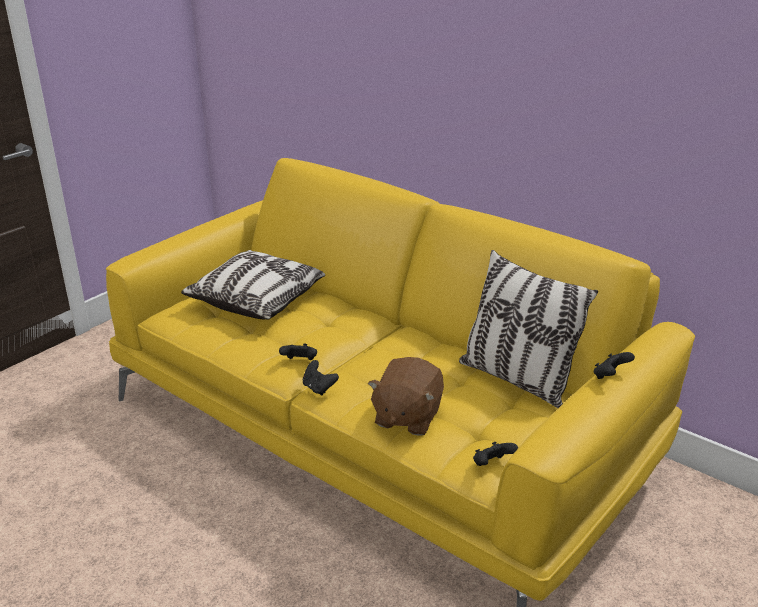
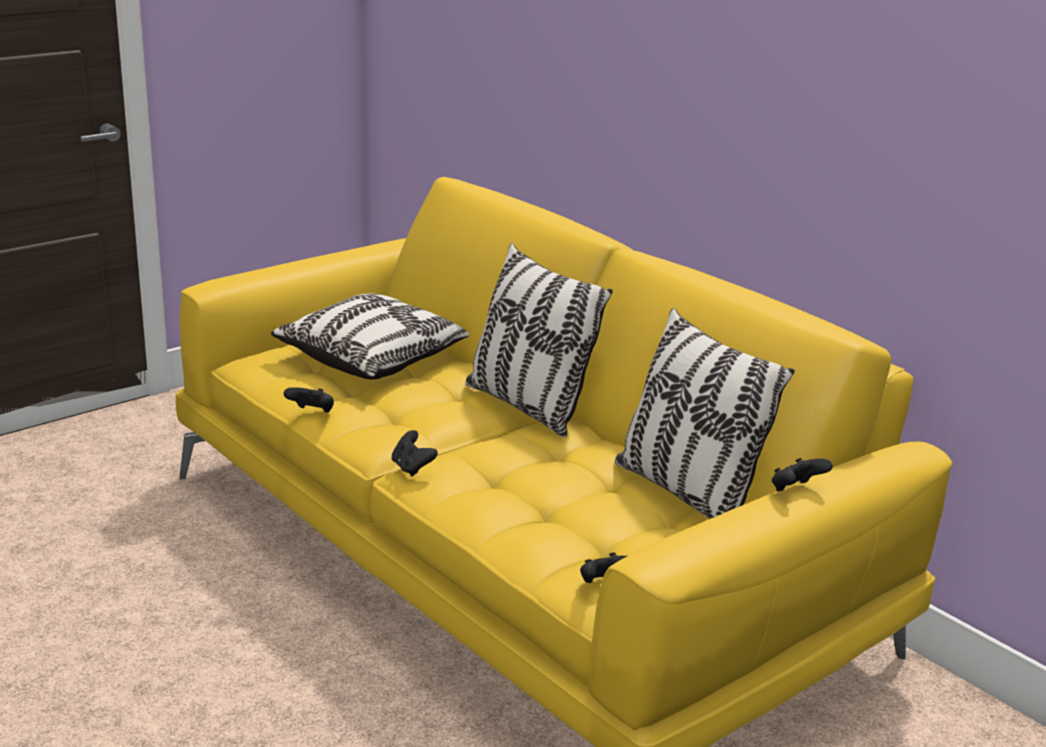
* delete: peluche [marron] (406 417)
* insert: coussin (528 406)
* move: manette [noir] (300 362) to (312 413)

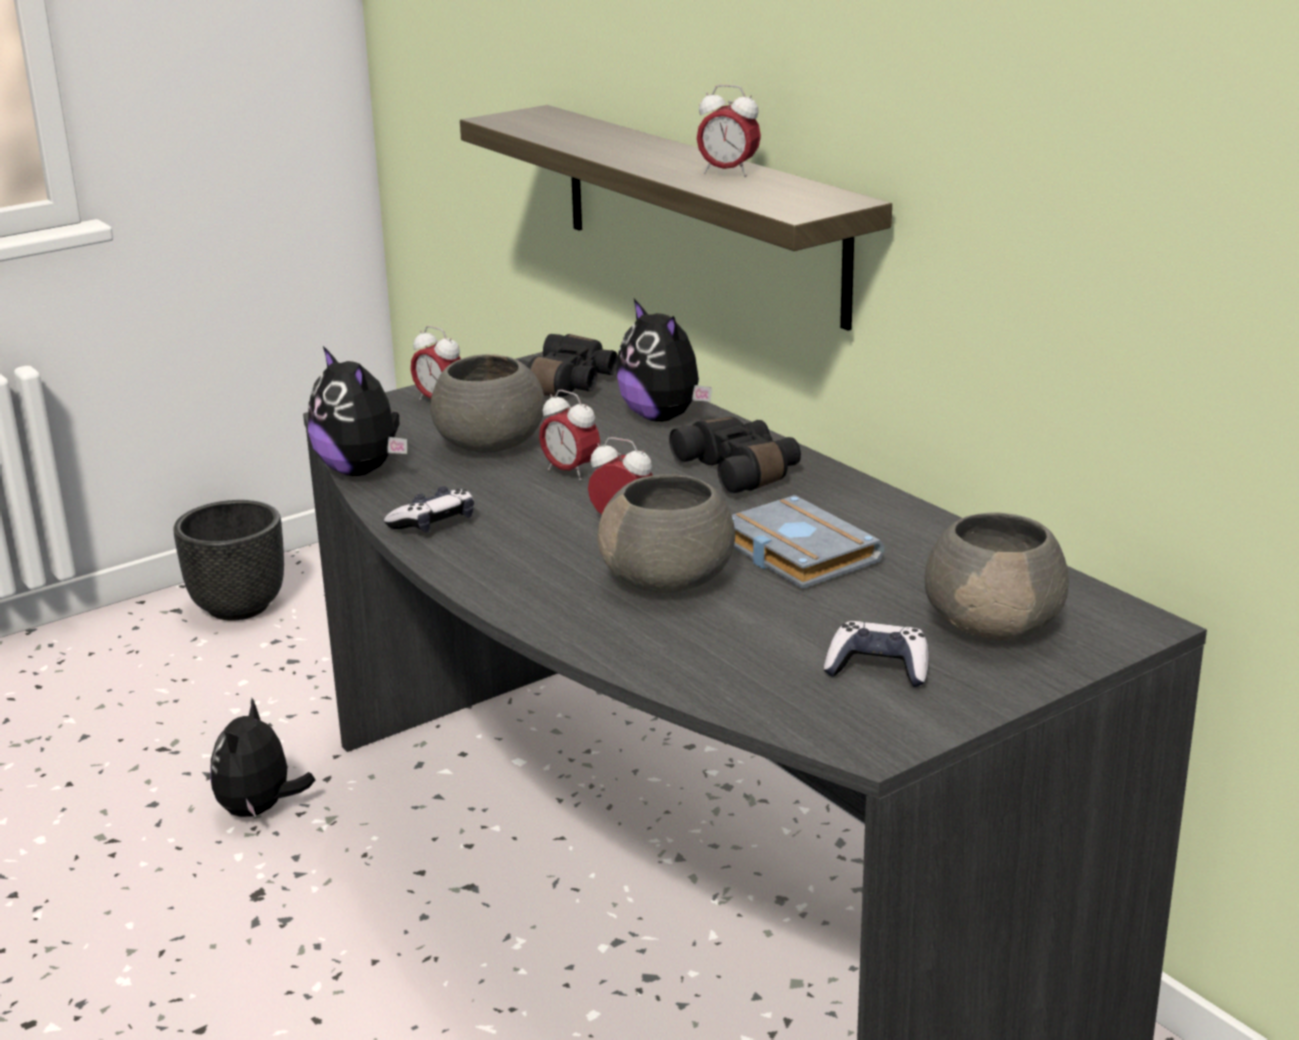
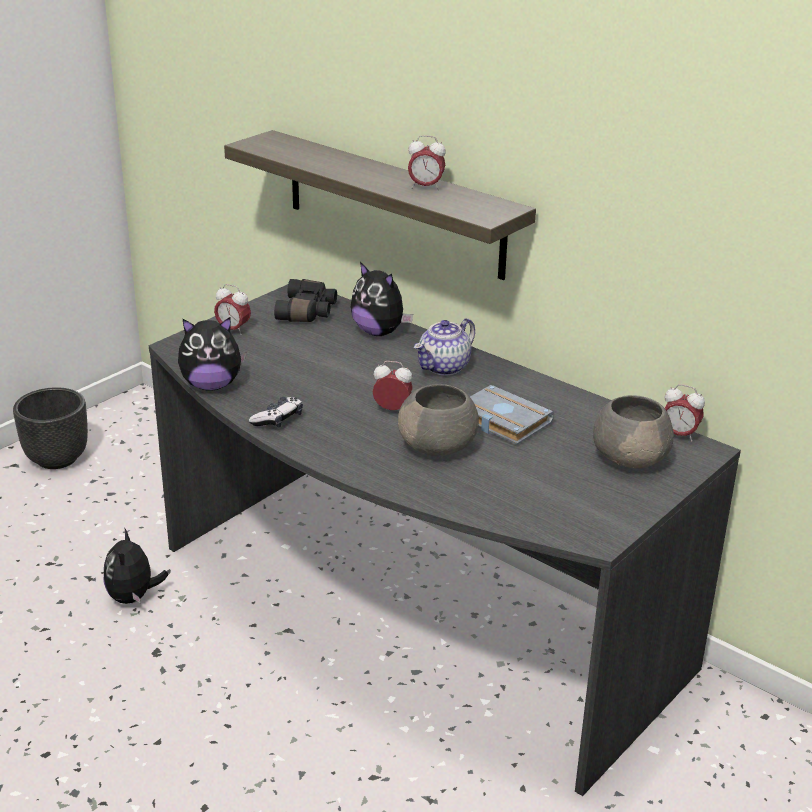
* delete: bol [gris] (488 445)
* delete: manette (878 669)
* move: réveil (570 472) to (679 435)
* replace: jumelles [noir] (741 471) to théière (444 367)
* rotate: peluche (361 470) = (211 385) 45 degrees counterclockwise

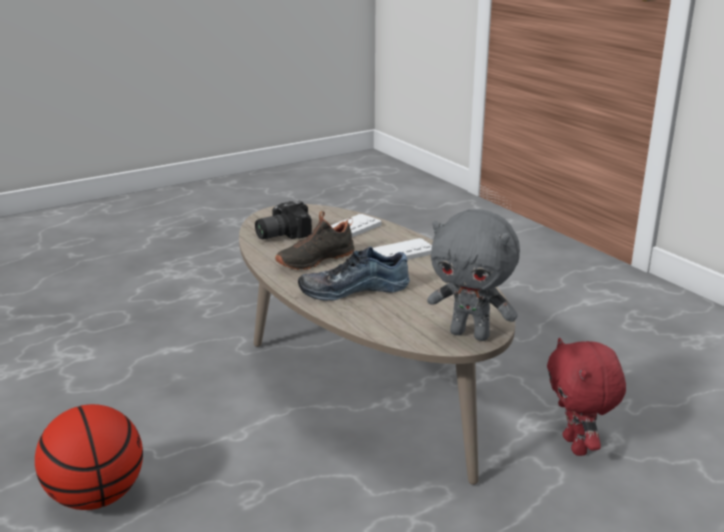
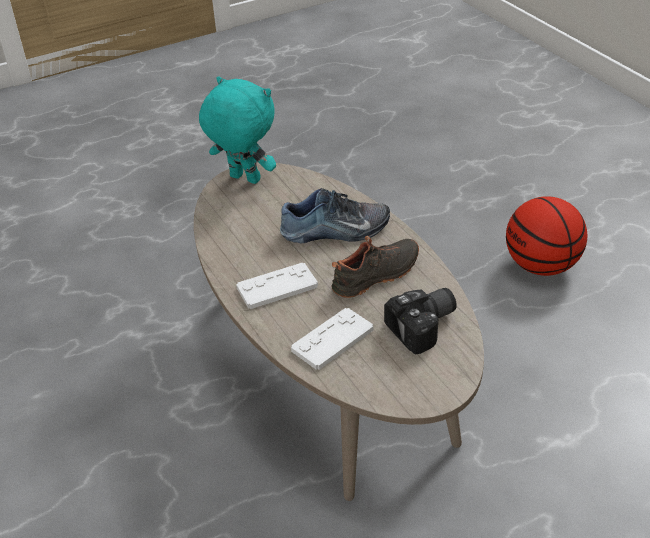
* delete: peluche [rouge] (577 446)
* recolor: peluche [gris] (471 334) to peluche [turquoise] (243 179)

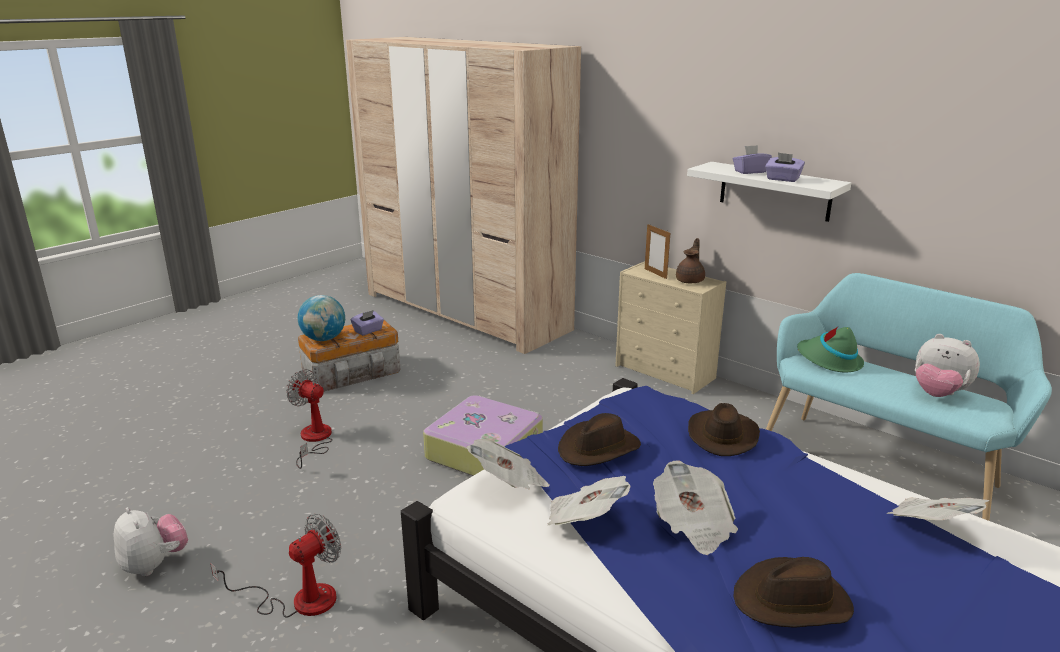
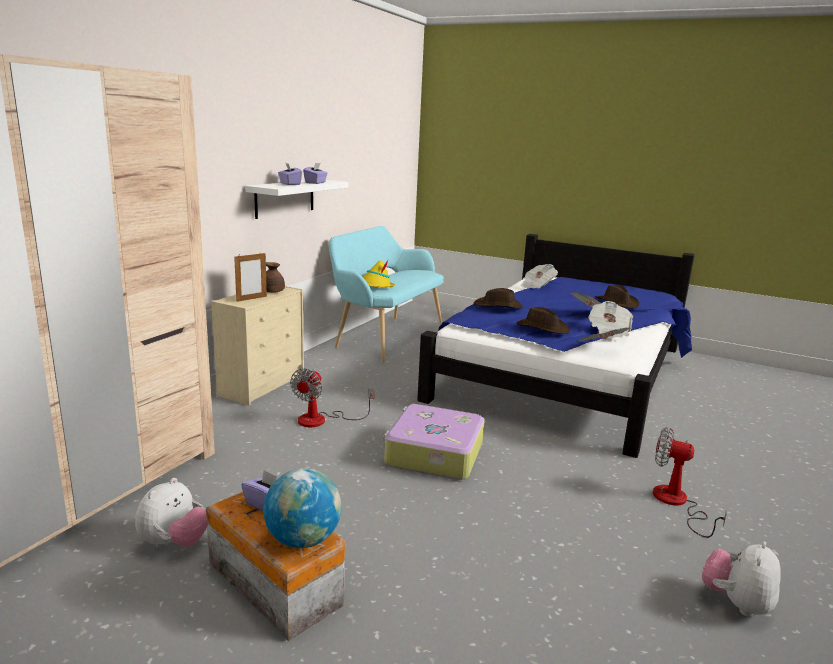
* move: ventilateur (314 440) to (322 420)
* move: peluche (938 394) to (174 543)
* recolor: chapeau [vert] (829 361) to chapeau [jaune] (375 287)

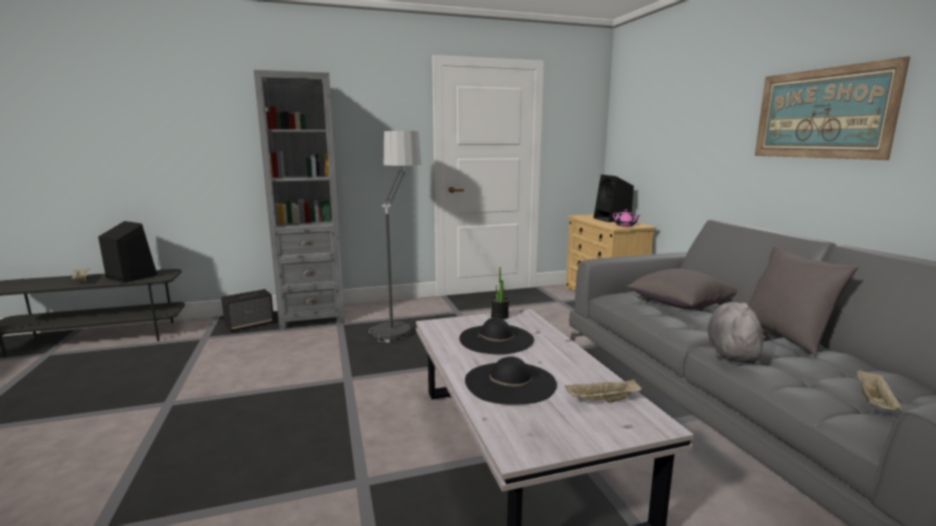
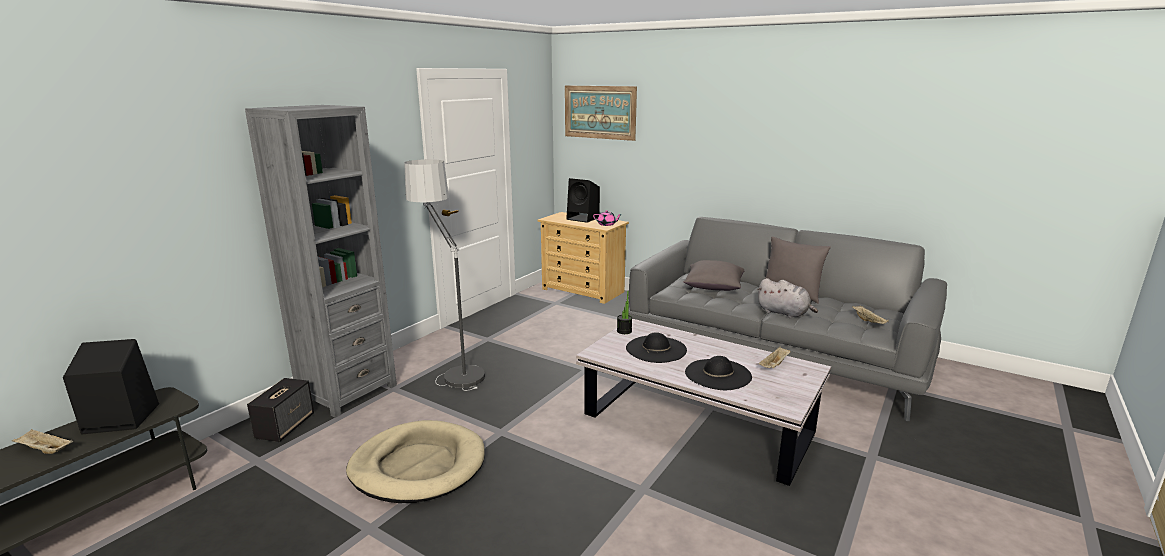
* insert: panier pour chien [beige] (418 466)
* move: tableau (821 113) to (599 112)
* rotate: peluche [gris] (731 352) = (784 313) 150 degrees clockwise

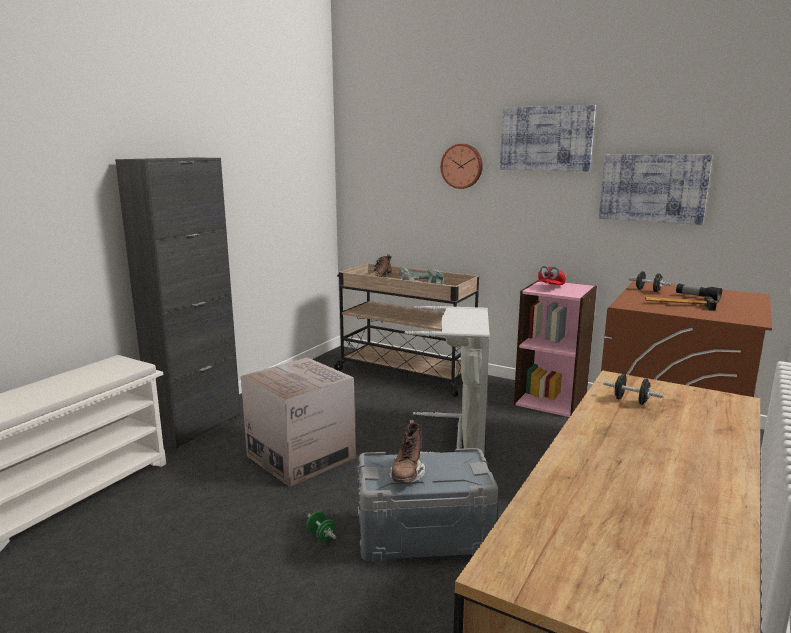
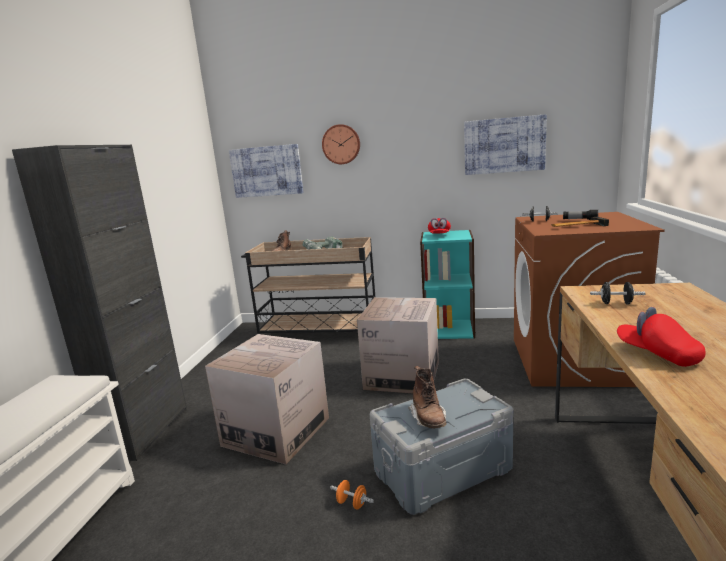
* insert: casquette [rouge] (657 354)
* move: tableau (546 138) to (266 171)
* replace: panier à linge [gris] (458 437) to carton (402 375)
* recolor: haltère [vert] (321 535) to haltère [orange] (352 503)
* recolor: bibliothèque [rose] (551 400) to bibliothèque [turquoise] (449 329)

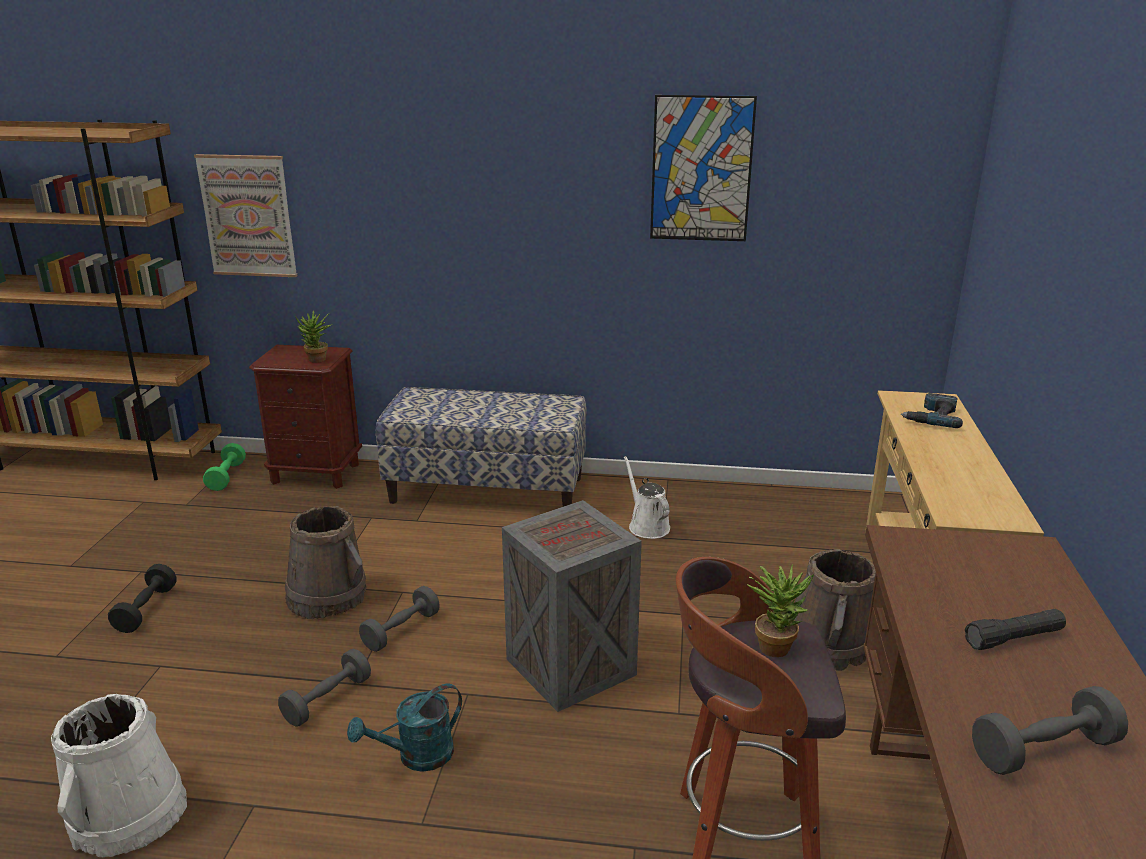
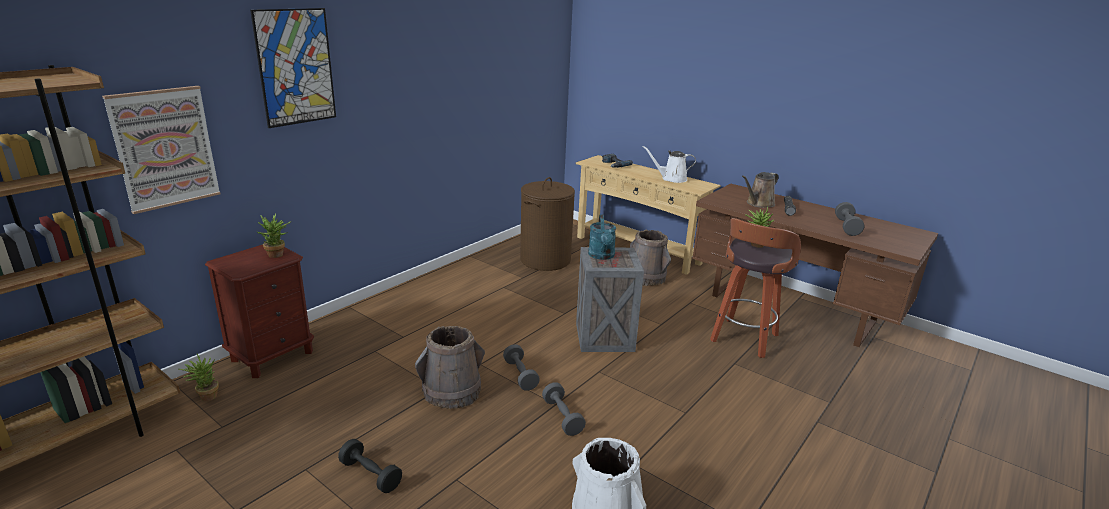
* delete: banc (487 490)
* insert: panier à linge [marron] (545 260)
* insert: arrosoir [marron] (758 204)
* move: arrosoir [turquoise] (416 757) to (602 256)
* move: arrosoir [blanc] (647 525) to (671 179)
* move: tableau (701 169) to (296 67)
* replace: haltère [vert] (226 477) to plante en pot (205 397)

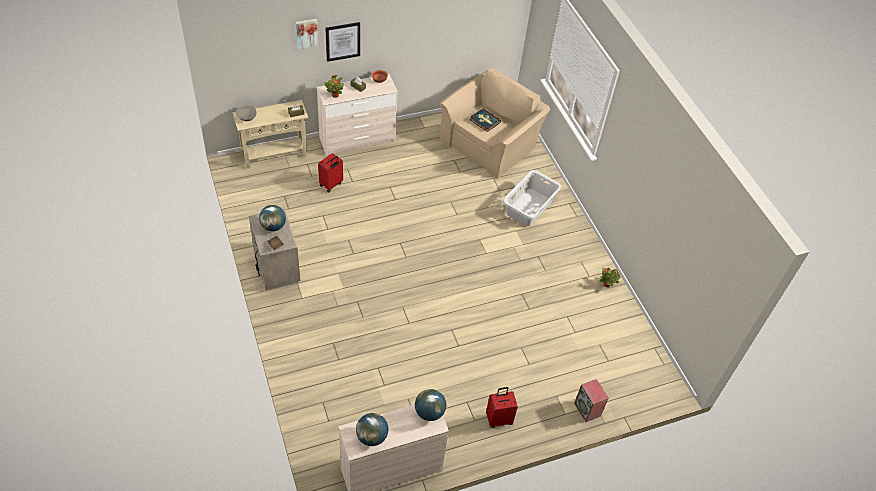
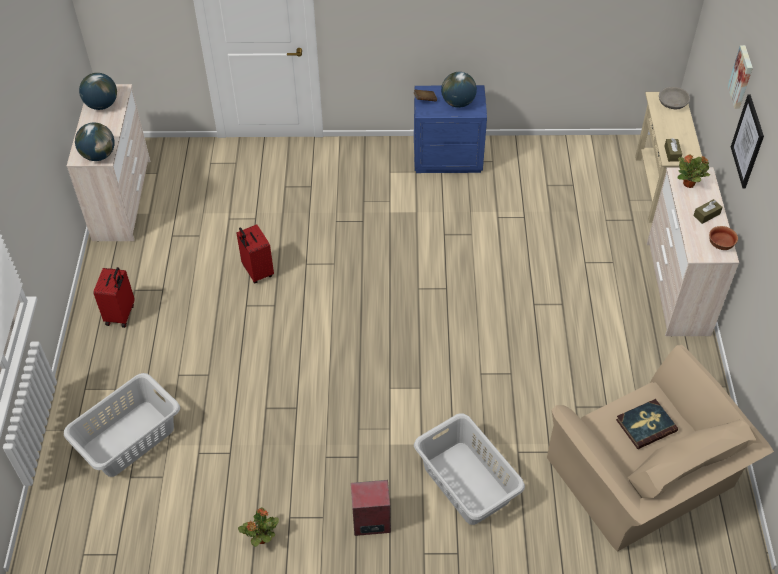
* insert: panier à linge [gris] (128 438)
* move: valise [rouge] (331 184) to (257 272)
* move: enceinte (588 409) to (370 522)
* recolor: table de chevet [beige] (276 267) to table de chevet [bleu] (447 157)

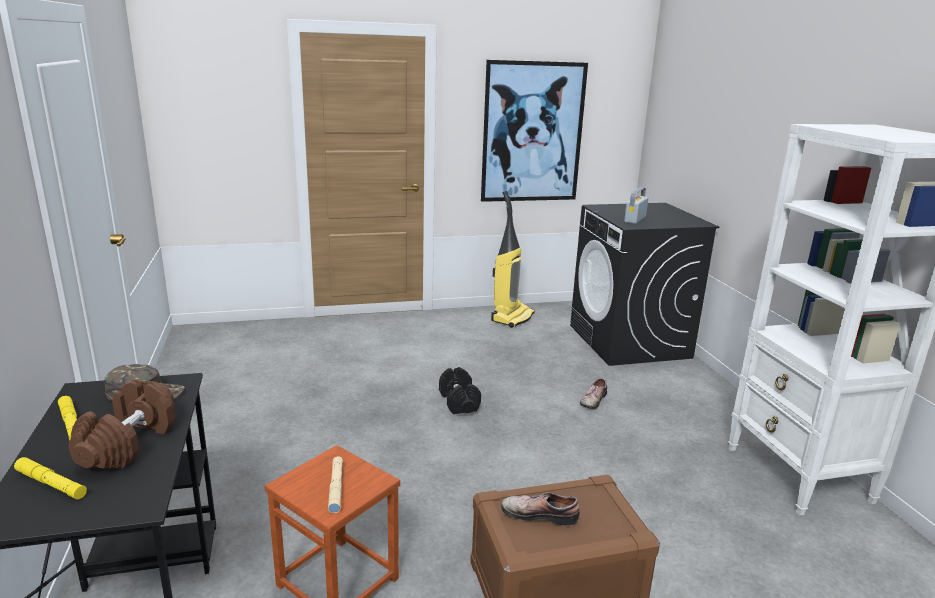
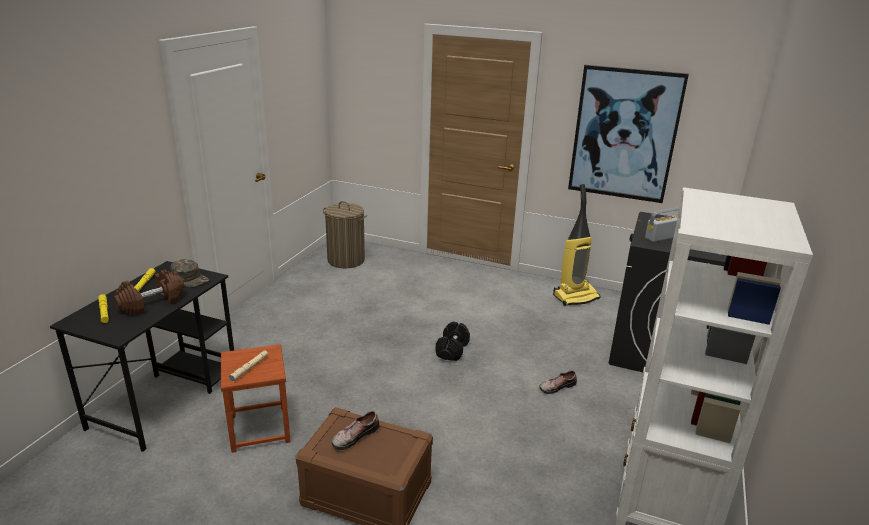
* insert: panier à linge (346 260)
* rotate: chaussure (539 513) = (354 435) 90 degrees counterclockwise

